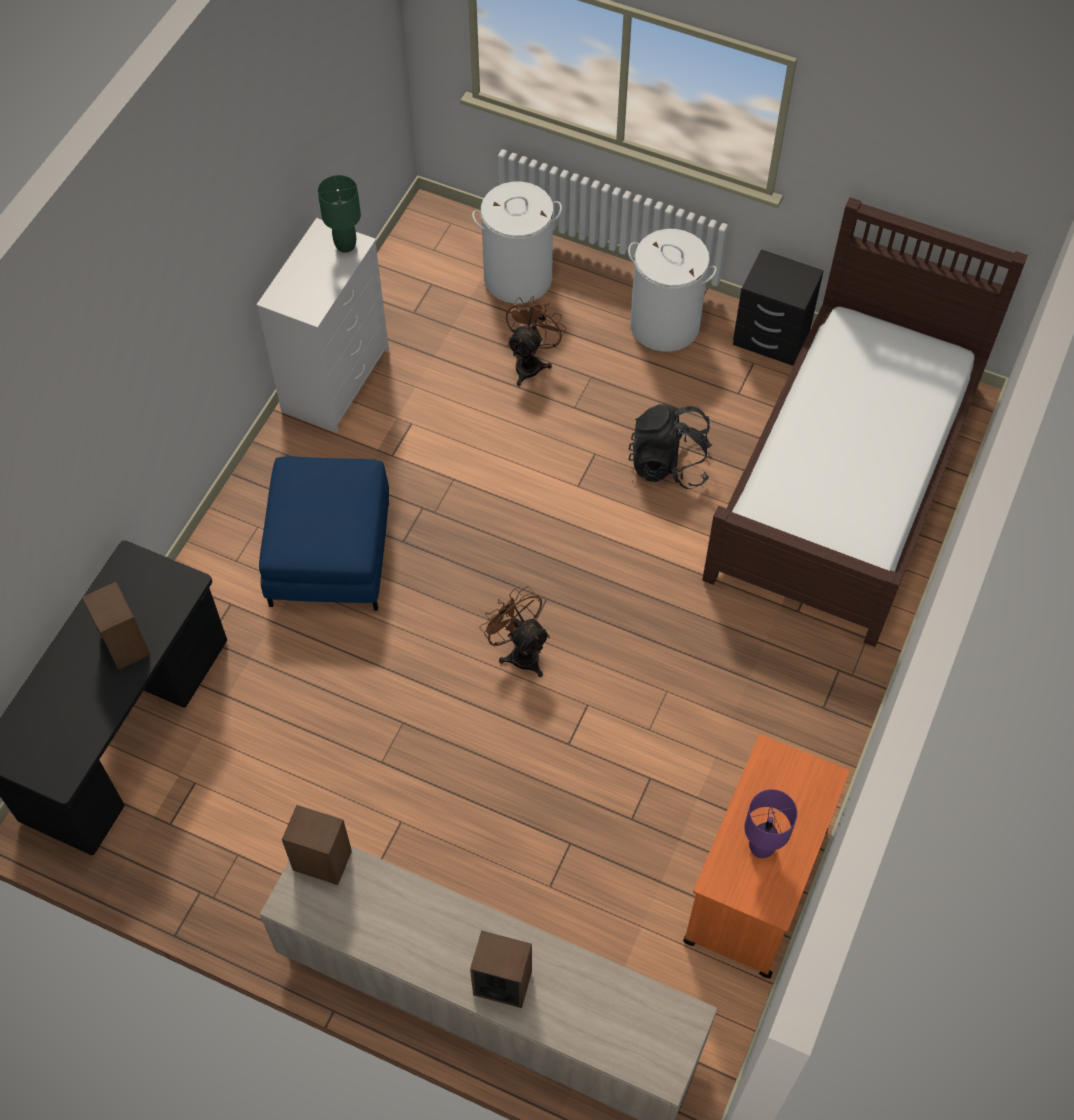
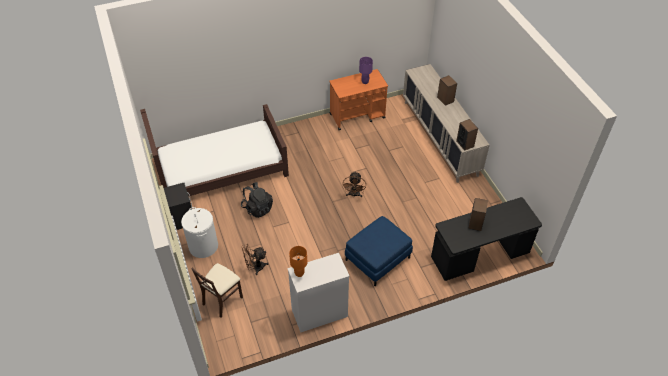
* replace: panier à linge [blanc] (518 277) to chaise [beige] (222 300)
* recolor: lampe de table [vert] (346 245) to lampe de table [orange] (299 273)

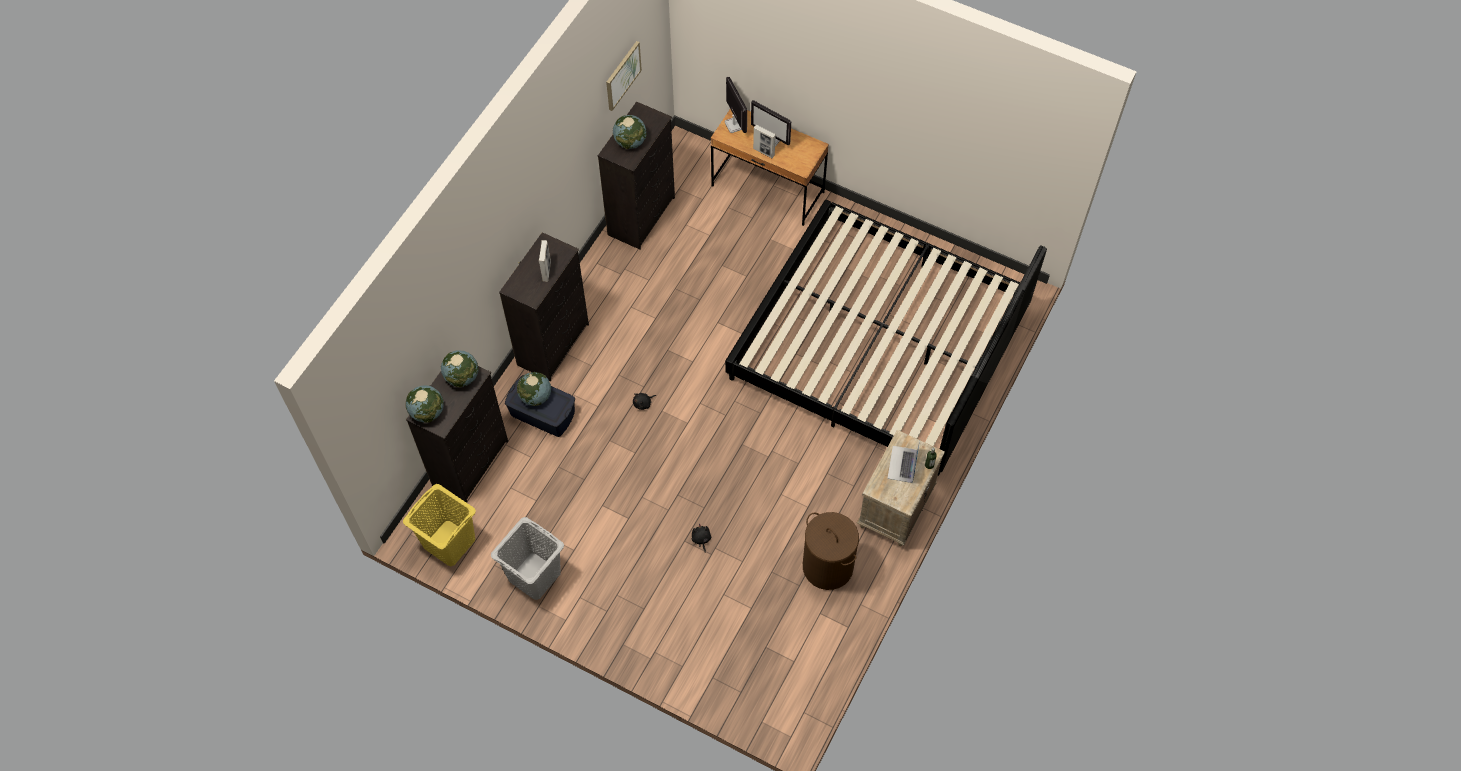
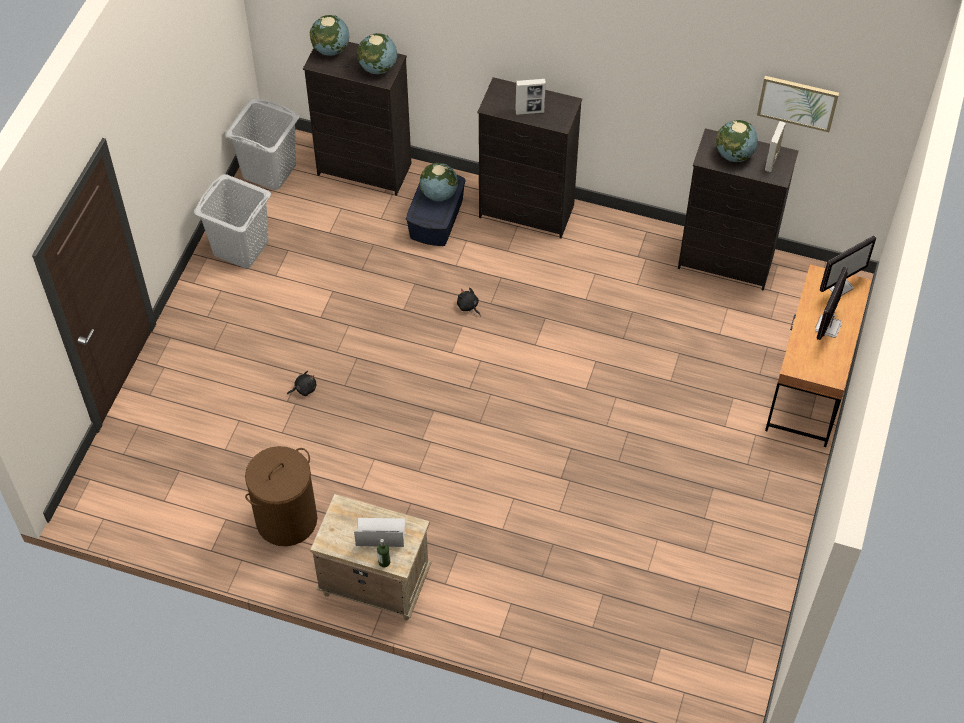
* delete: lit (878 345)
* move: cadre photo (764 152) to (772 161)
* recolor: panier à linge [jaune] (449 543) to panier à linge [gris] (269 171)

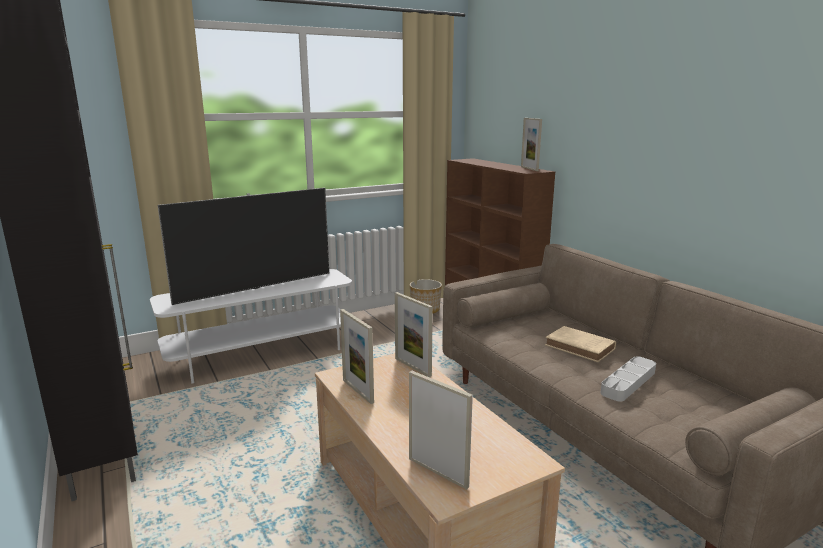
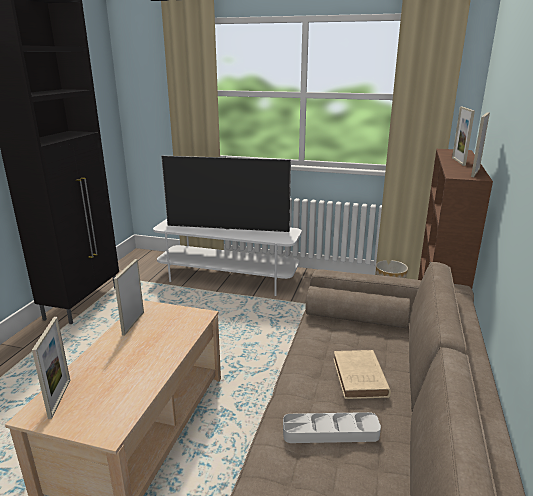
* move: cadre photo (412 367) to (458 161)

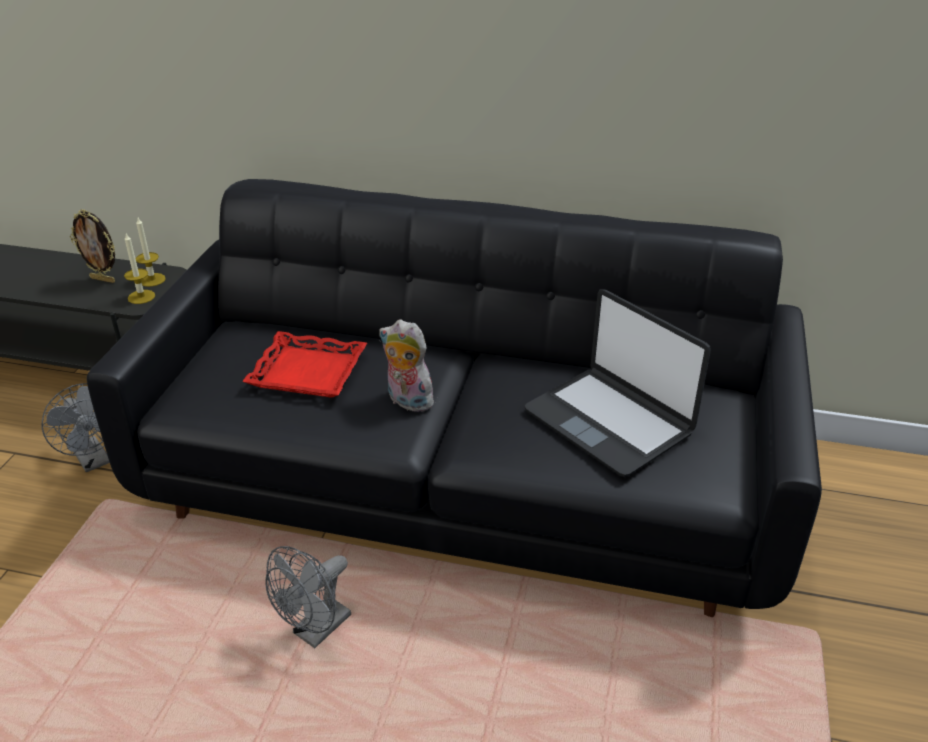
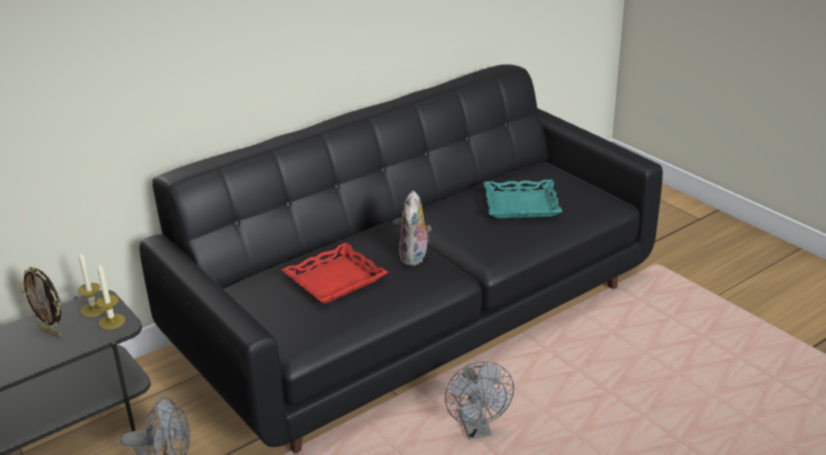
* replace: ordinateur portable (609 421) to plateau [turquoise] (521 204)
* rotate: cadre photo (103 279) = (51 332) 60 degrees clockwise
* rotate: peluche (407 401) = (415 257) 60 degrees counterclockwise

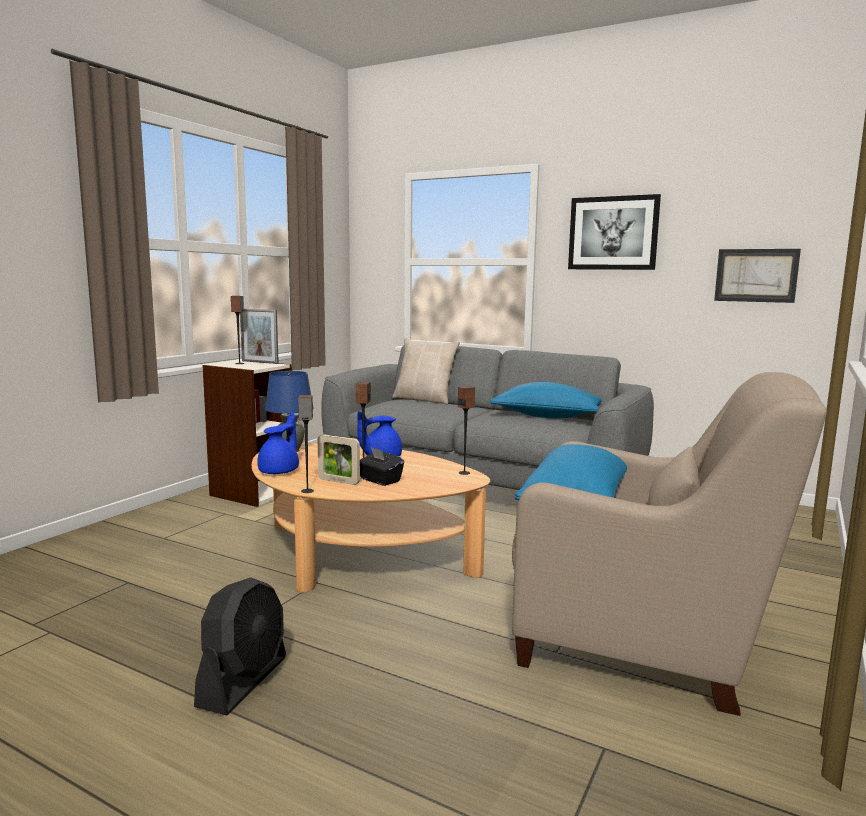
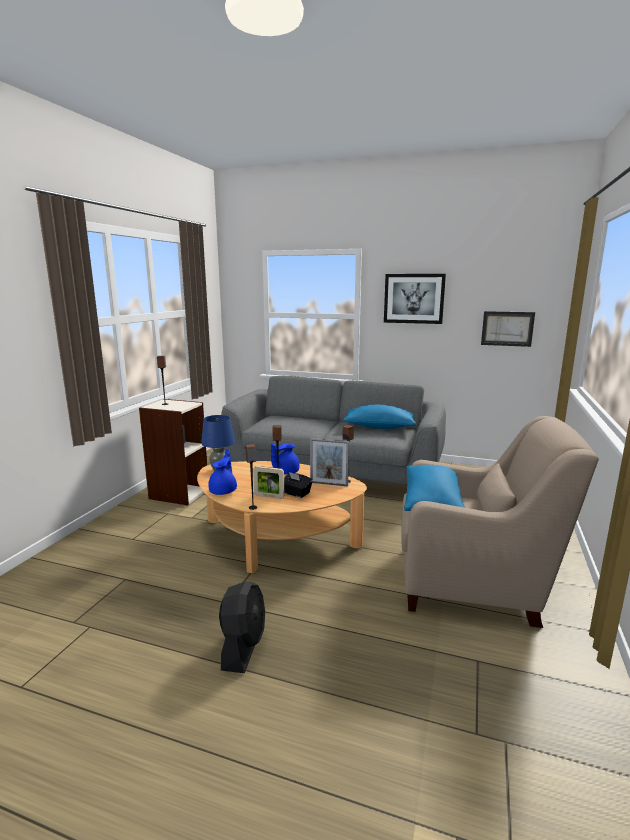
* delete: coussin [beige] (424 399)
* move: cadre photo (260 362) to (329 484)

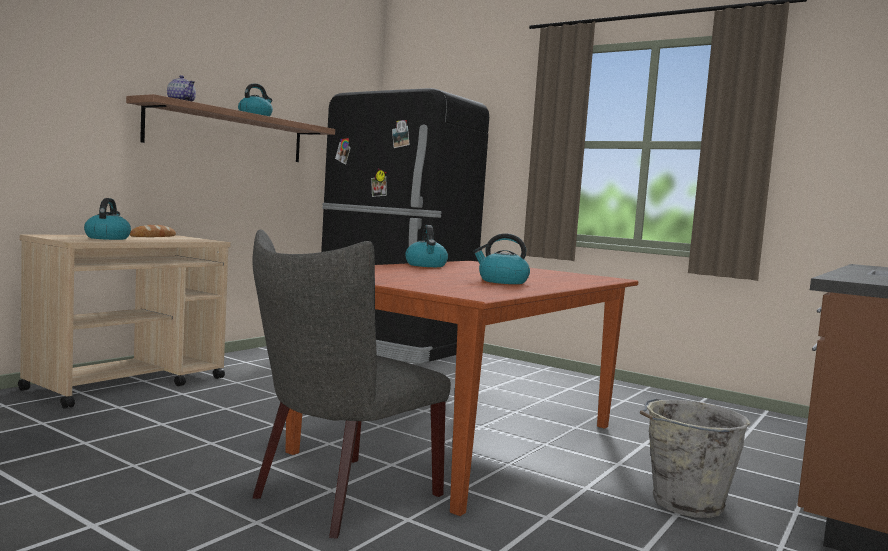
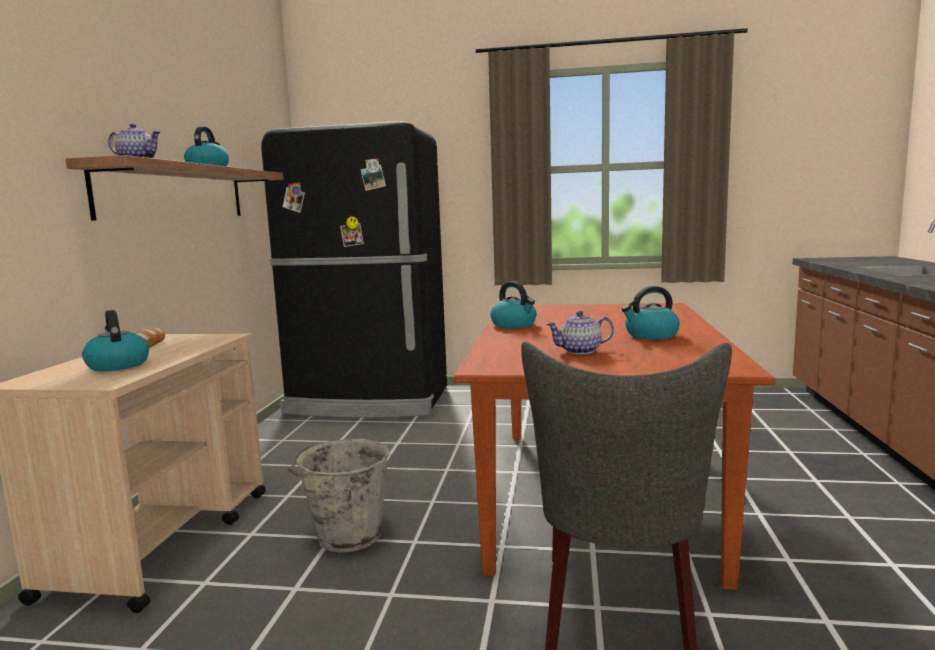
* insert: théière (580 351)
* move: seau [gris] (684 503) to (346 537)

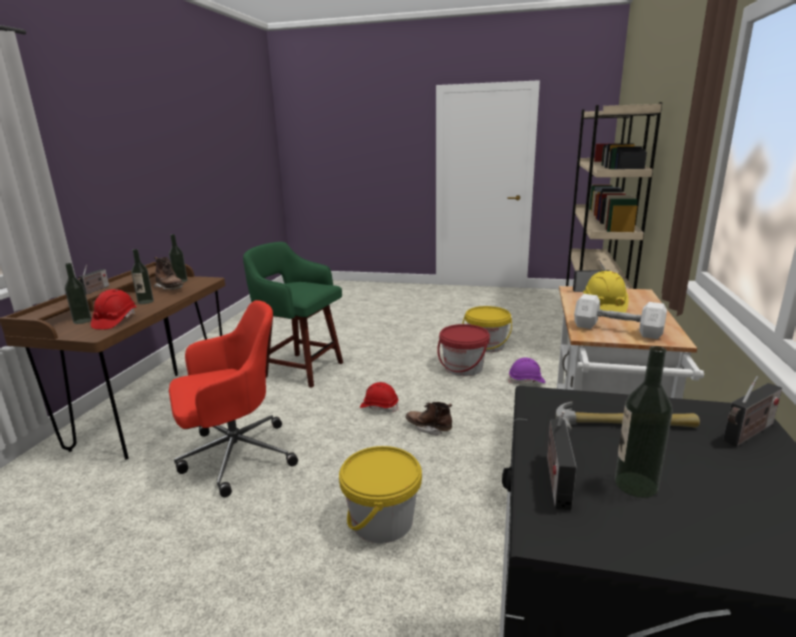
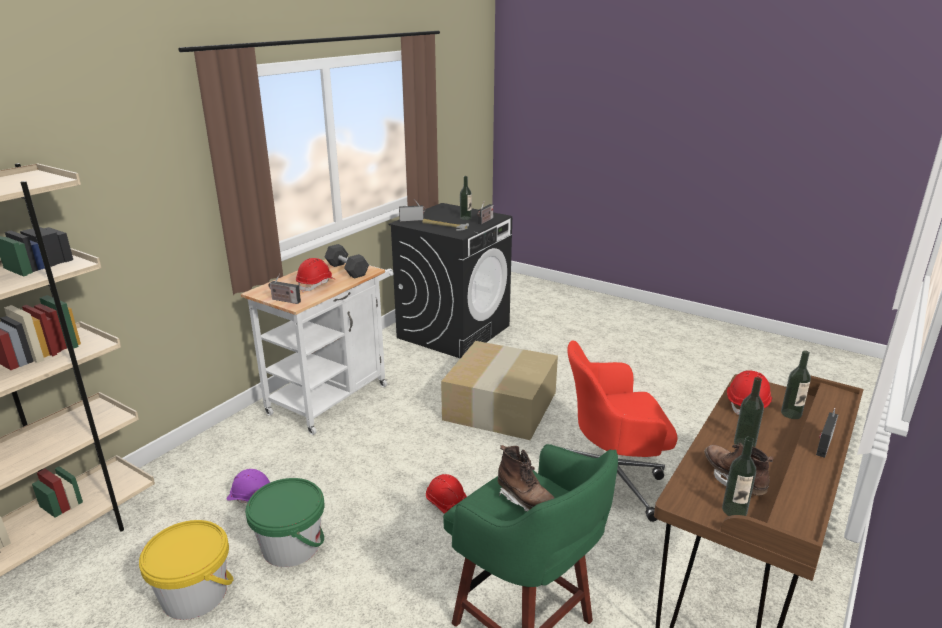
* move: botte [marron] (429 428) to (525 500)
* replace: seau [jaune] (382 521) to carton (499 405)
* recolor: seau [rouge] (463 368) to seau [vert] (291 546)
* recolor: haltère [blanc] (617 330) to haltère [noir] (347 270)
* recolor: casque de chantier [jaune] (604 307) to casque de chantier [rouge] (316 284)

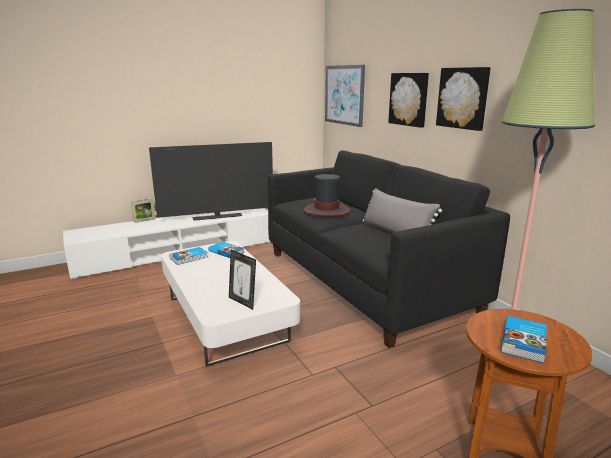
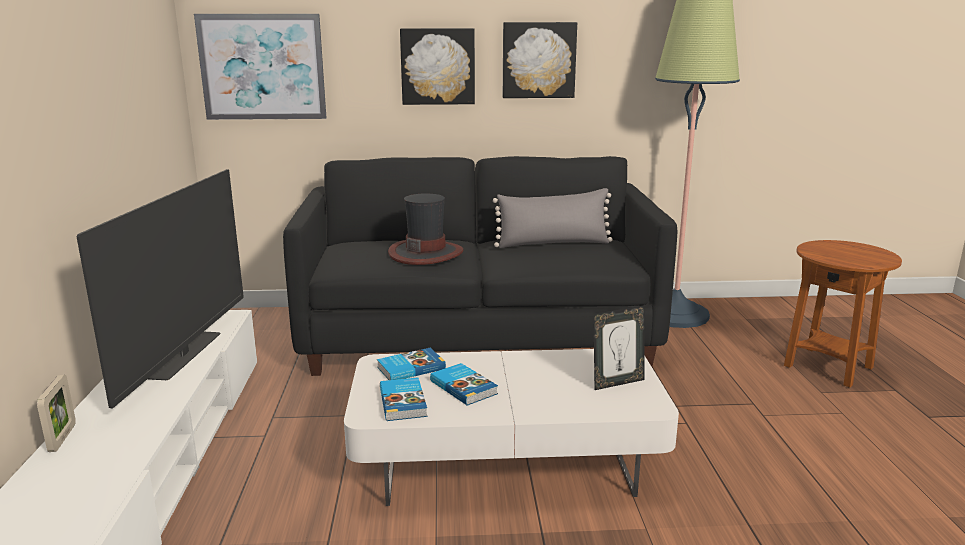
* move: livre (525 342) to (464 387)

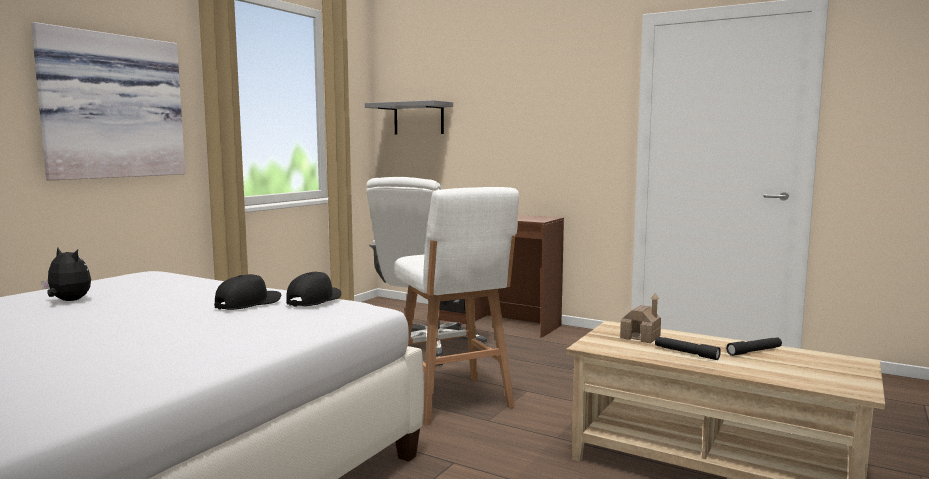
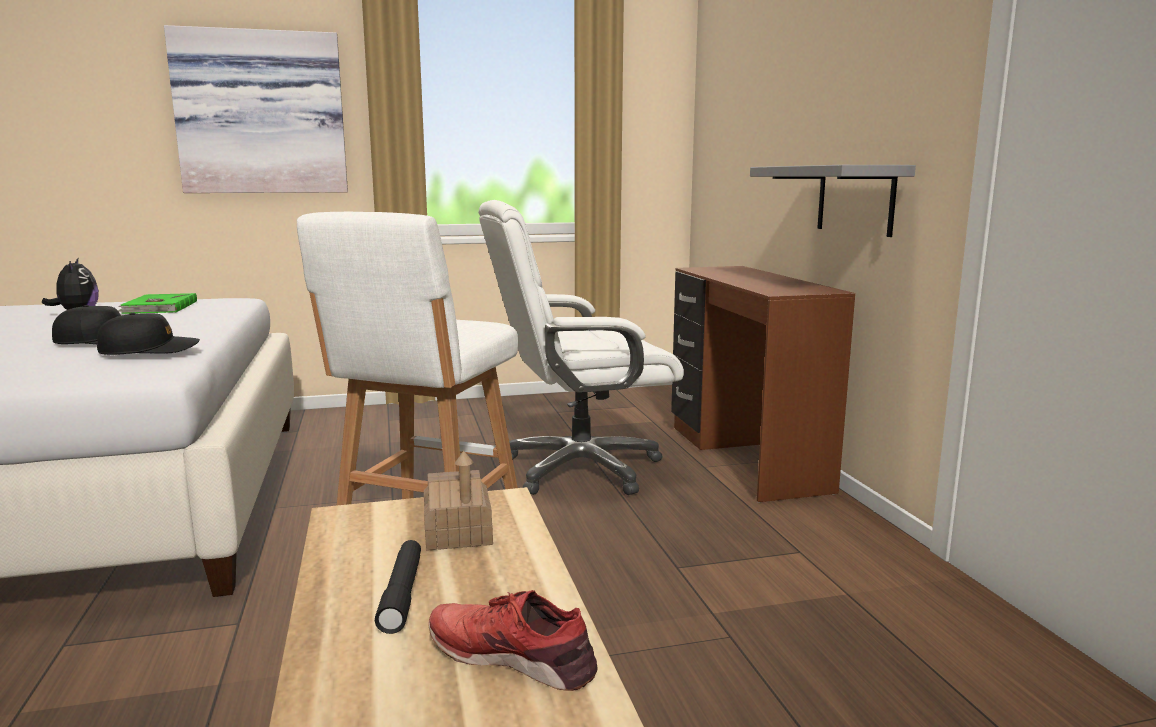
* insert: livre [vert] (159 307)
* move: étagère [gris] (418 118) to (855 199)
* replace: lampe de poche [noir] (754 351) to chaussure [rouge] (513 656)

